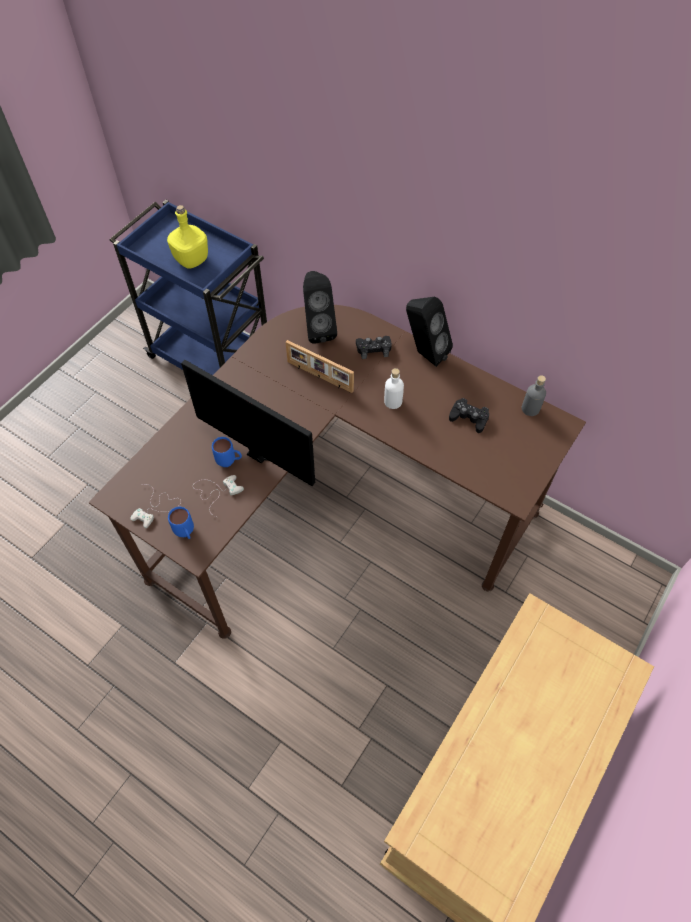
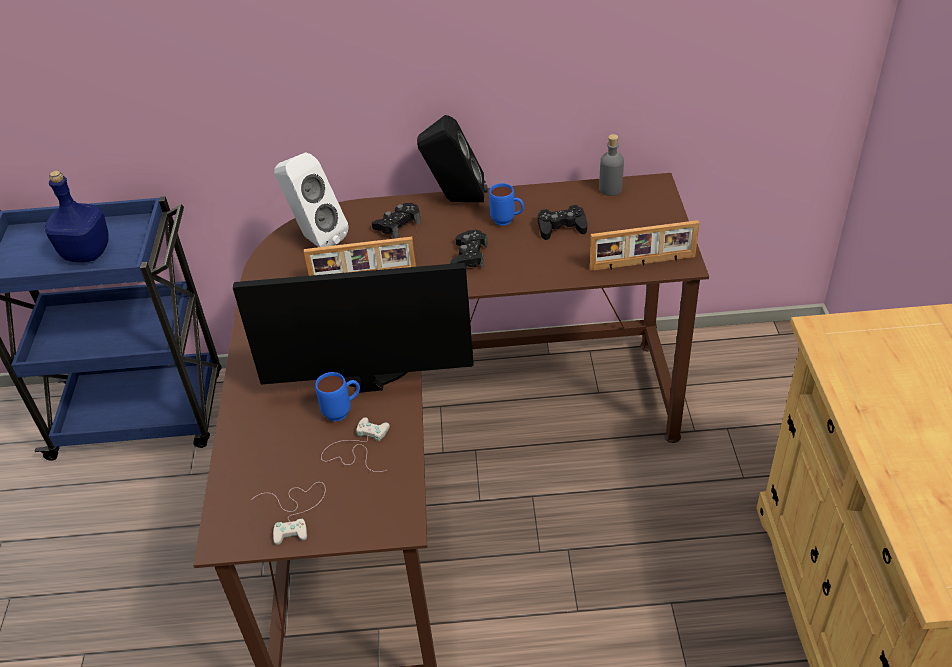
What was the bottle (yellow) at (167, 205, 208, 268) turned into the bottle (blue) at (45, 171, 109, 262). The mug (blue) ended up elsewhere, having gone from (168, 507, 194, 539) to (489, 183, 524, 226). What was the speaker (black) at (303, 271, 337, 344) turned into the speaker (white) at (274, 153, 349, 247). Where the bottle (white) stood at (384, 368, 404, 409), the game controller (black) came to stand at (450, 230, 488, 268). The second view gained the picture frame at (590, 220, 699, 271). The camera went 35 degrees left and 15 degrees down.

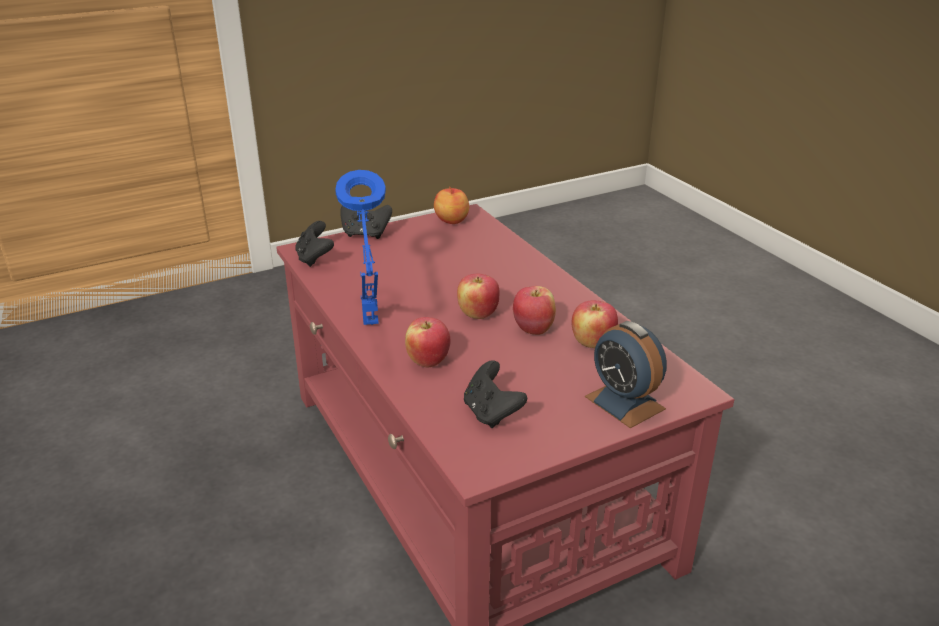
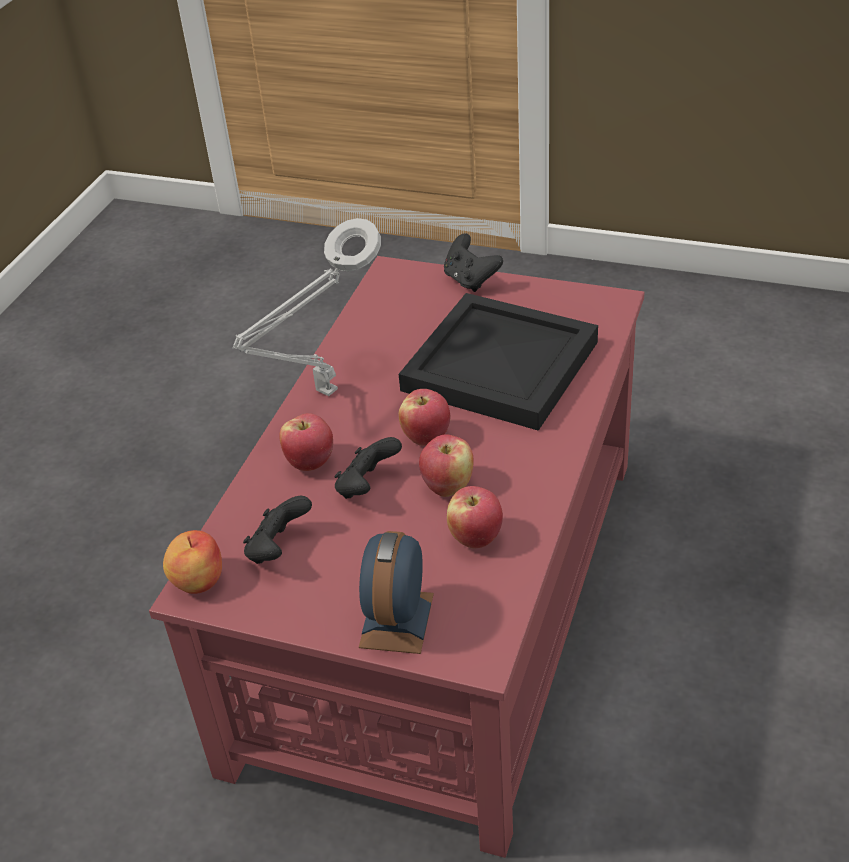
The game controller (black) ended up elsewhere, having gone from (295, 221, 334, 267) to (335, 437, 402, 499). What was the table lamp (blue) at (335, 170, 386, 325) turned into the table lamp (grey) at (232, 218, 381, 396). The apple ended up elsewhere, having gone from (434, 187, 469, 224) to (163, 530, 222, 594). The second view gained the tray (black) at (399, 293, 598, 431). The camera went 50 degrees right and 10 degrees up.

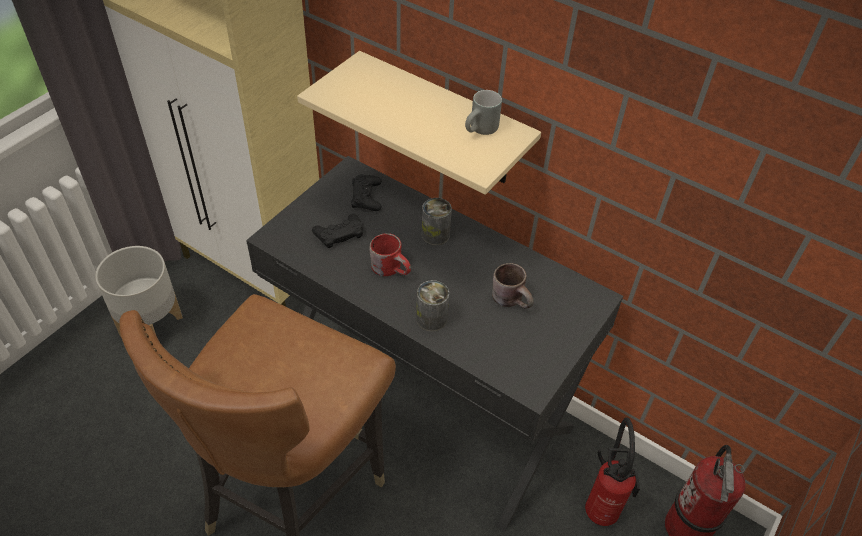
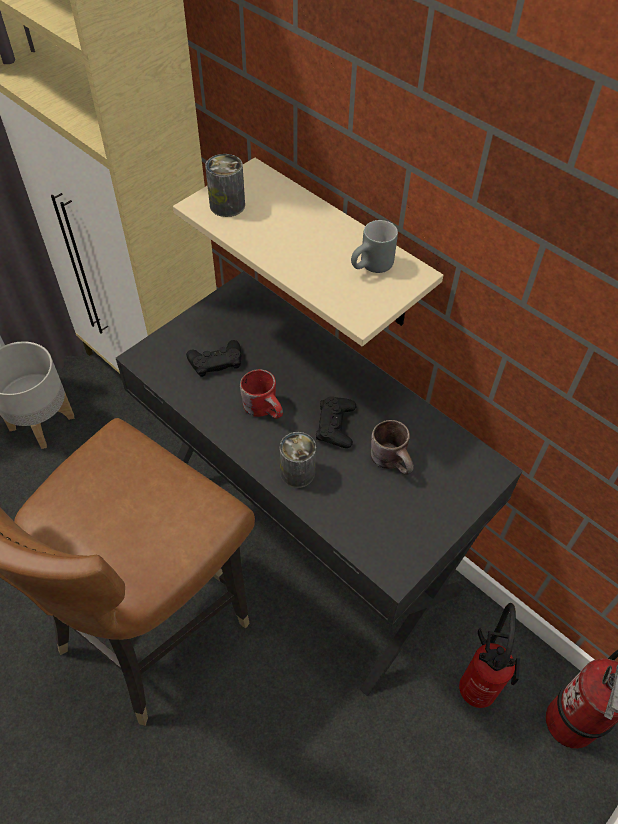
The game controller (black) ended up elsewhere, having gone from (351, 174, 382, 211) to (316, 396, 357, 448). The can ended up elsewhere, having gone from (421, 198, 452, 245) to (205, 154, 245, 217). The camera went 10 degrees right and 5 degrees up.

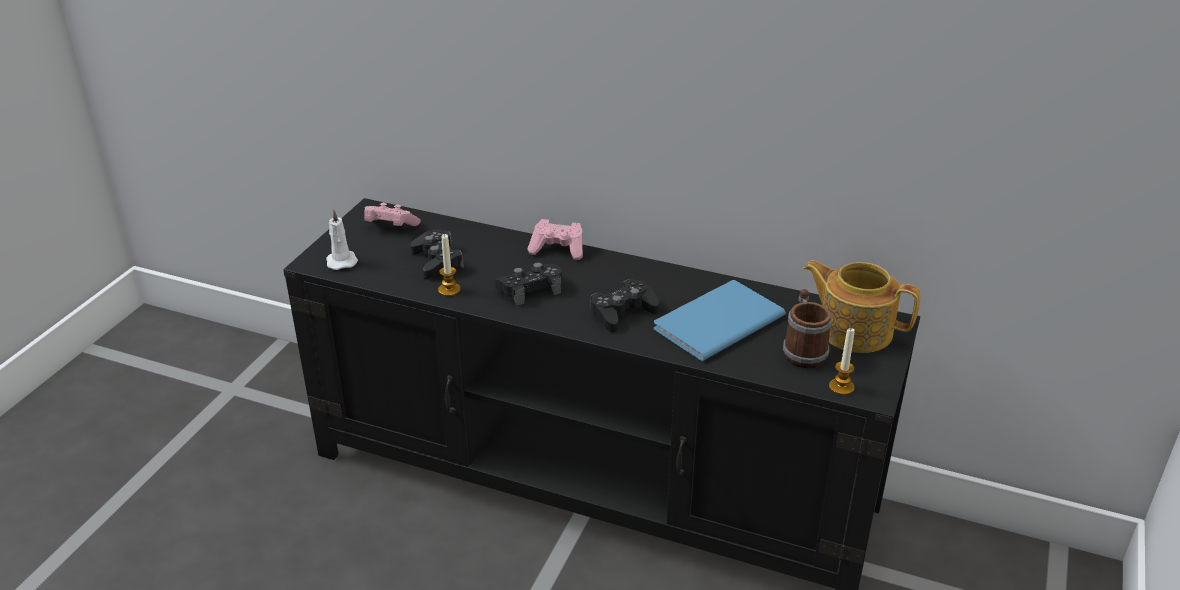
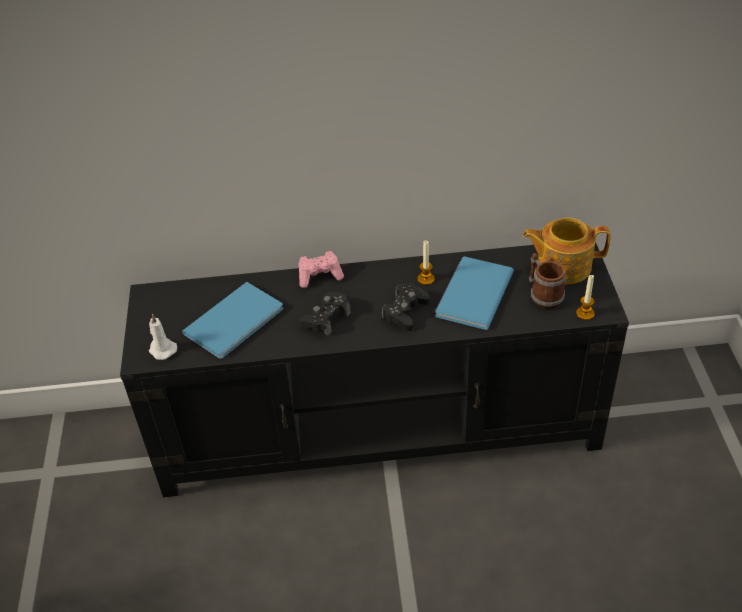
The second view lost the game controller (pink) at (364, 203, 421, 226). Where the game controller (black) stood at (410, 229, 464, 279), the book (blue) came to stand at (182, 282, 283, 359). The candle ended up elsewhere, having gone from (438, 234, 461, 296) to (418, 240, 435, 285). The camera went 25 degrees left and 10 degrees up.

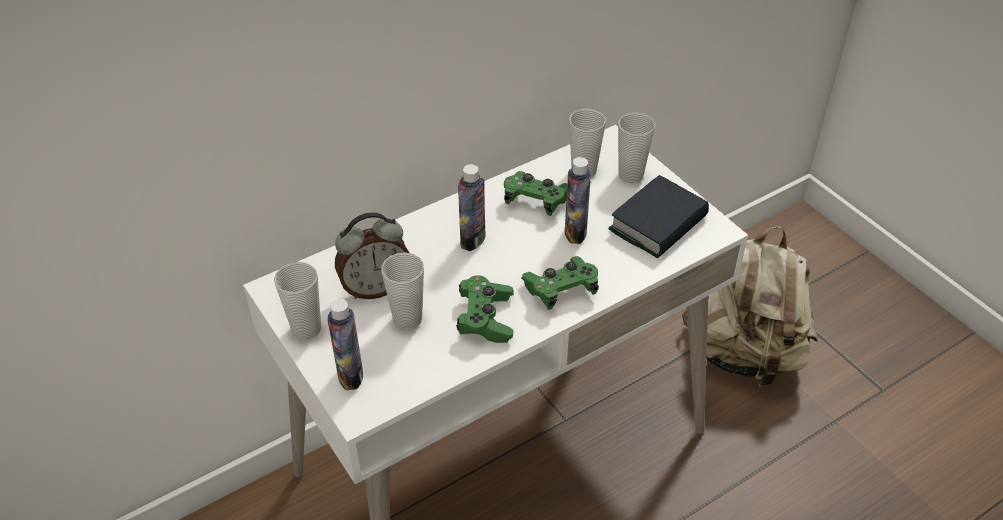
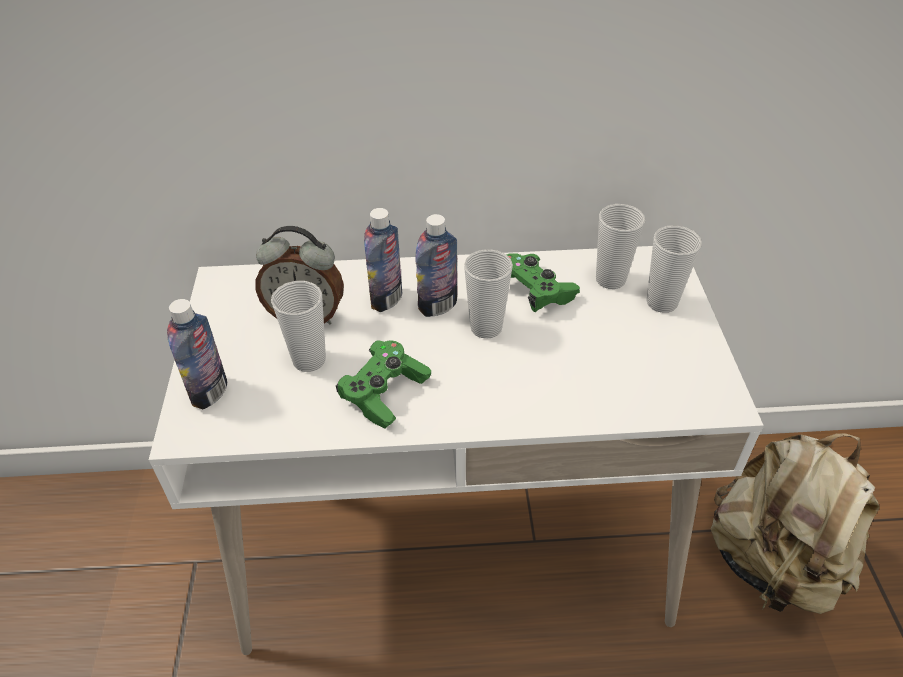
The cup ended up elsewhere, having gone from (274, 262, 321, 340) to (464, 249, 513, 339). The second view lost the game controller (green) at (521, 256, 599, 310). The bottle ended up elsewhere, having gone from (565, 157, 591, 244) to (364, 208, 402, 312). The second view lost the book at (608, 175, 709, 258). The camera went 30 degrees right and 0 degrees up.

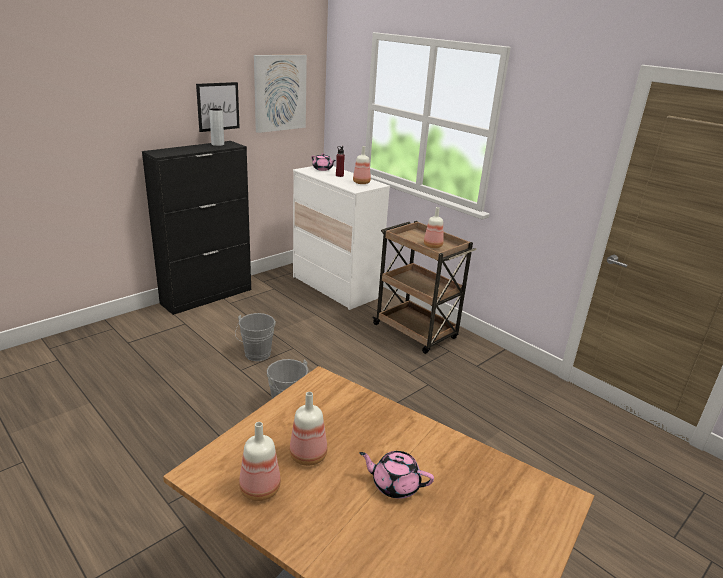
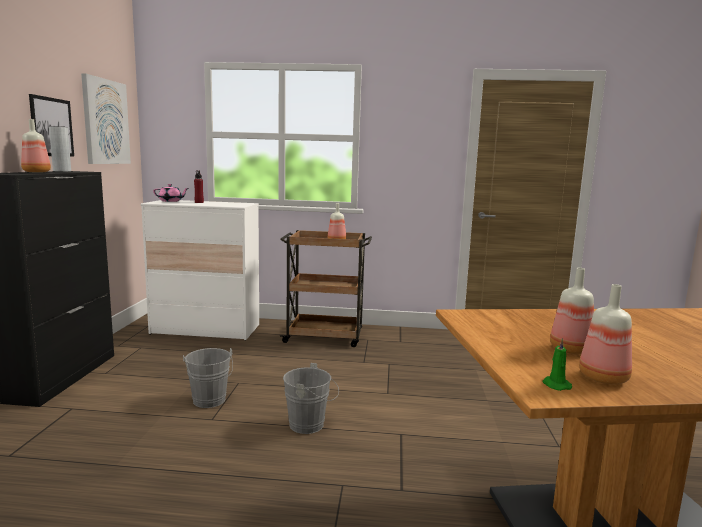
The bottle ended up elsewhere, having gone from (353, 146, 371, 184) to (21, 119, 51, 173). The second view lost the teapot (pink) at (359, 451, 434, 499). The second view gained the candle (green) at (542, 338, 572, 391). The camera went 40 degrees left and 15 degrees down.

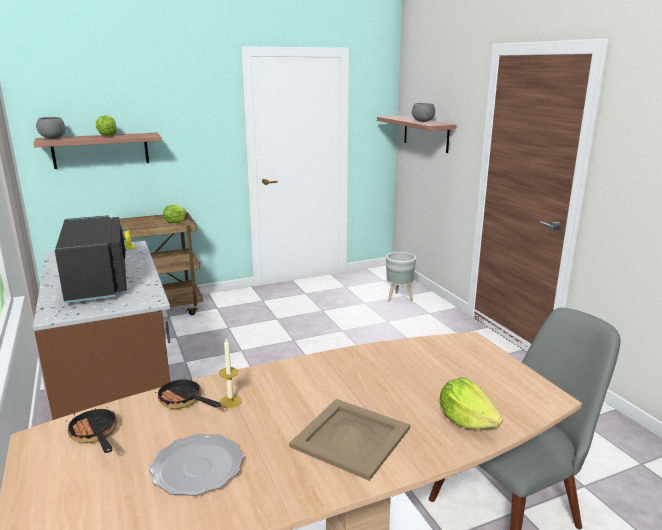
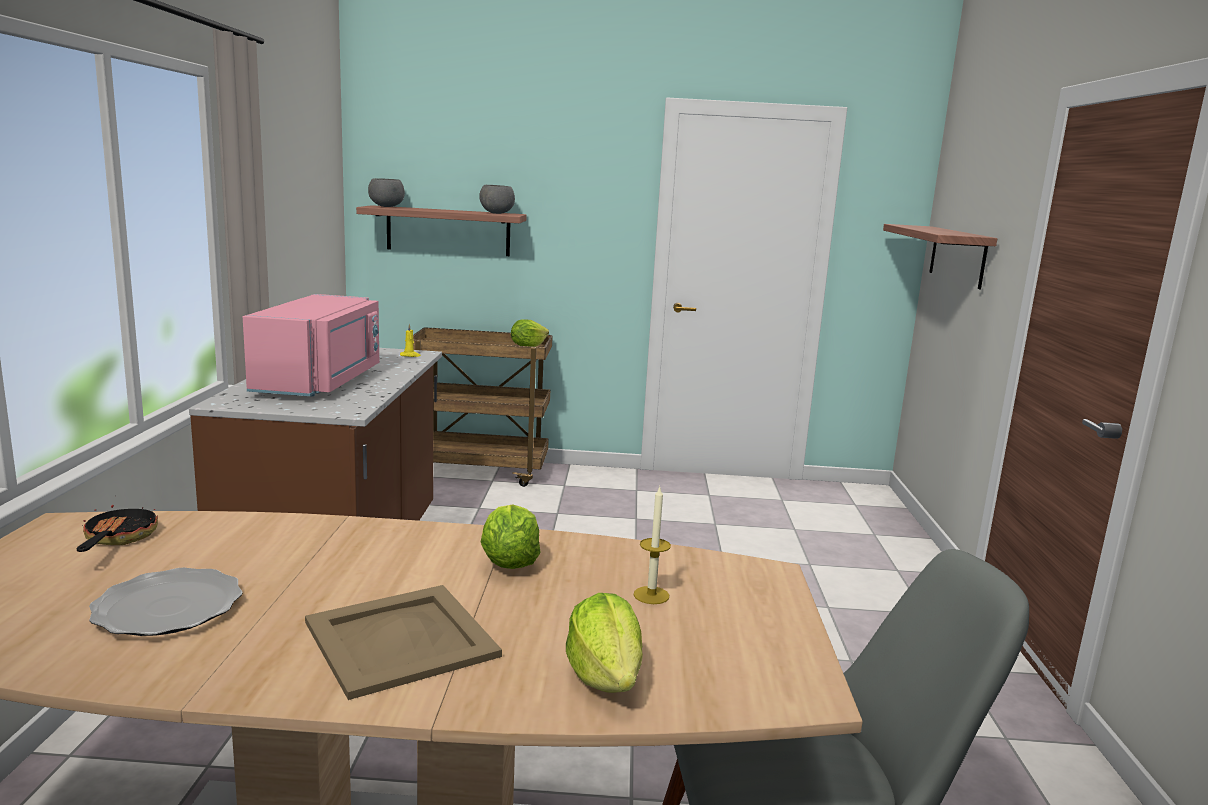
What was the microwave (black) at (55, 215, 127, 303) turned into the microwave (pink) at (243, 294, 379, 397). The lettuce ended up elsewhere, having gone from (96, 115, 117, 136) to (481, 504, 541, 569). The second view lost the frying pan at (155, 377, 221, 409). The candle ended up elsewhere, having gone from (219, 339, 242, 408) to (634, 487, 671, 604). The second view lost the planter (grey) at (386, 252, 416, 302). The bowl (grey) ended up elsewhere, having gone from (412, 103, 435, 122) to (479, 185, 515, 214). The camera went 25 degrees right and 5 degrees down.

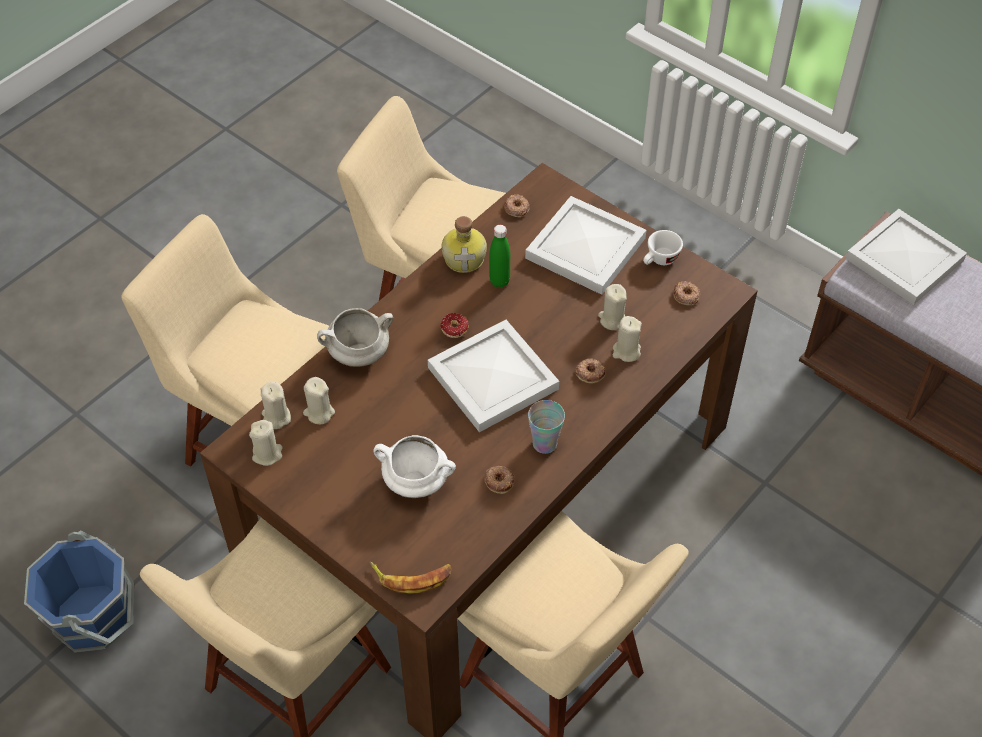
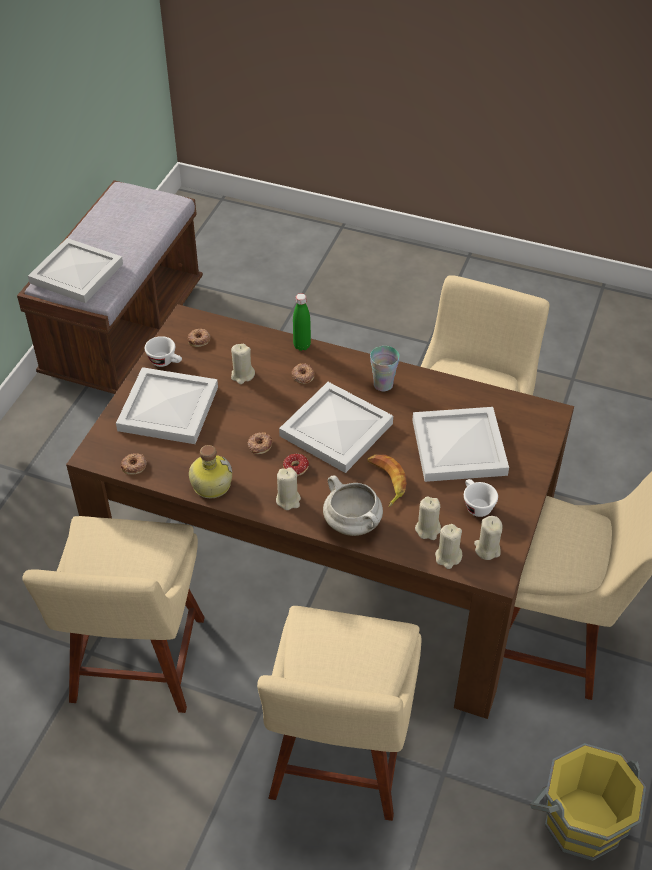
What was the bucket (blue) at (24, 530, 134, 653) turned into the bucket (yellow) at (530, 743, 646, 861). The banana ended up elsewhere, having gone from (370, 561, 451, 594) to (368, 454, 406, 507). Where the cooking pot (white) stood at (373, 435, 456, 498), the tray (white) came to stand at (412, 407, 509, 482). The donut ended up elsewhere, having gone from (485, 466, 514, 494) to (248, 432, 272, 454). The bottle (green) ended up elsewhere, having gone from (489, 225, 510, 288) to (293, 293, 311, 351). The candle (beige) ended up elsewhere, having gone from (613, 316, 642, 362) to (276, 467, 301, 510). The second view gained the cup (white) at (464, 479, 498, 517). The camera went 110 degrees left and 5 degrees down.

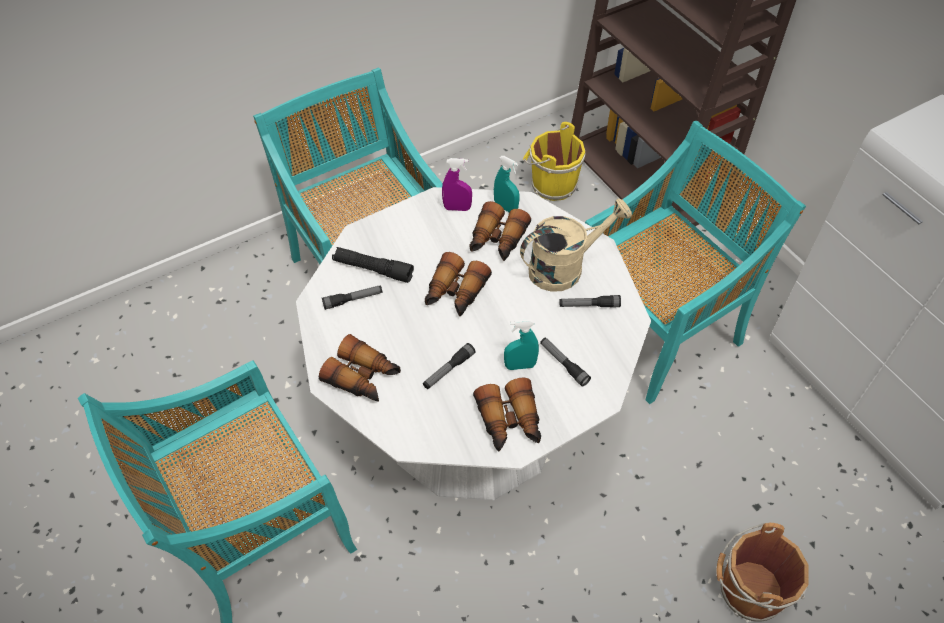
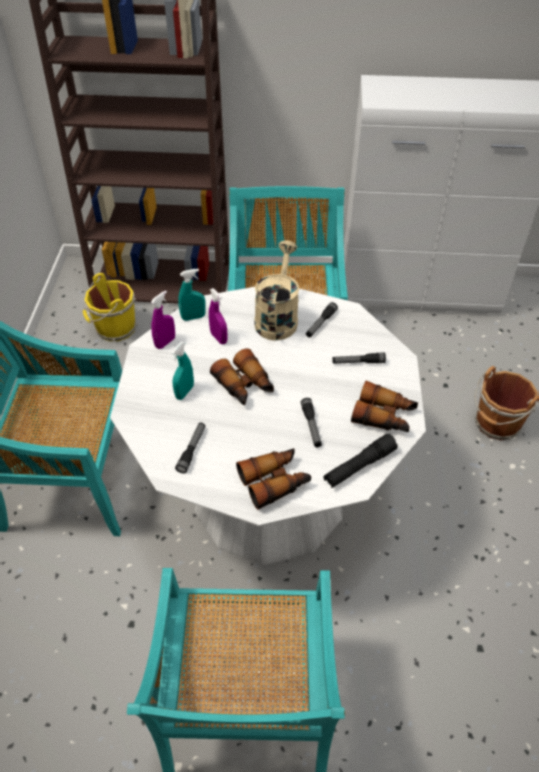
The flashlight (black) ended up elsewhere, having gone from (332, 247, 414, 283) to (323, 434, 398, 488). Where the binoculars stood at (470, 201, 531, 261), the spray bottle (purple) came to stand at (209, 288, 228, 344). The spray bottle (turquoise) ended up elsewhere, having gone from (504, 319, 539, 370) to (171, 342, 194, 400). The camera went 55 degrees left and 5 degrees down.

